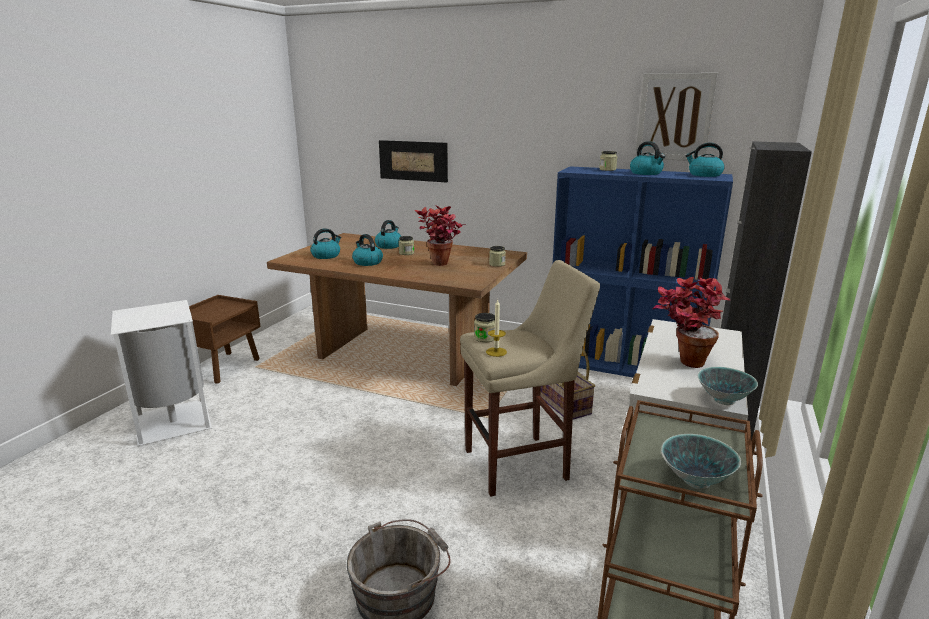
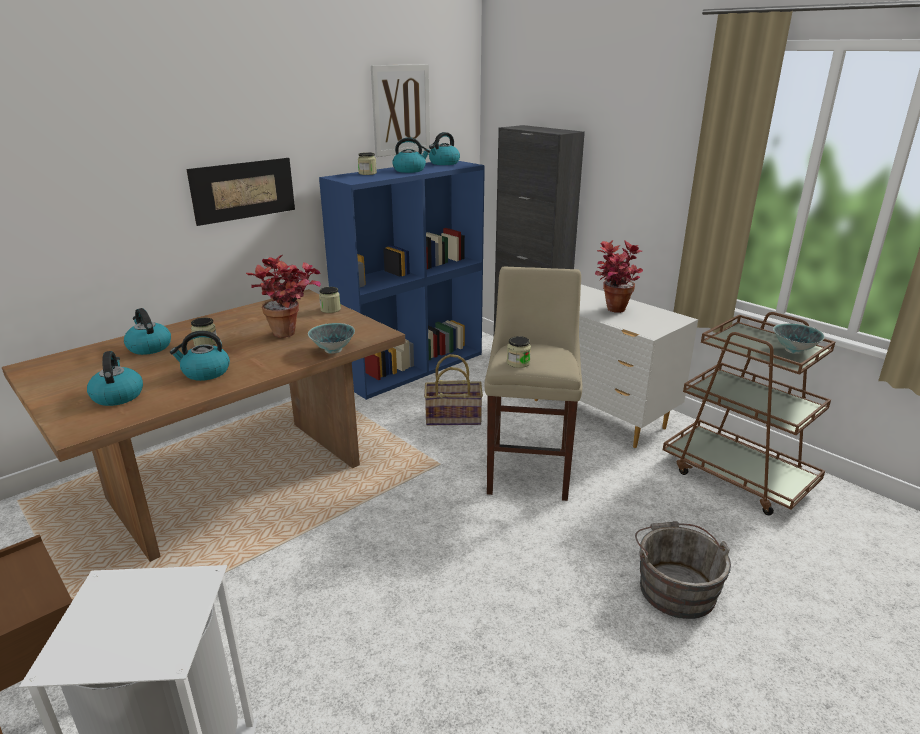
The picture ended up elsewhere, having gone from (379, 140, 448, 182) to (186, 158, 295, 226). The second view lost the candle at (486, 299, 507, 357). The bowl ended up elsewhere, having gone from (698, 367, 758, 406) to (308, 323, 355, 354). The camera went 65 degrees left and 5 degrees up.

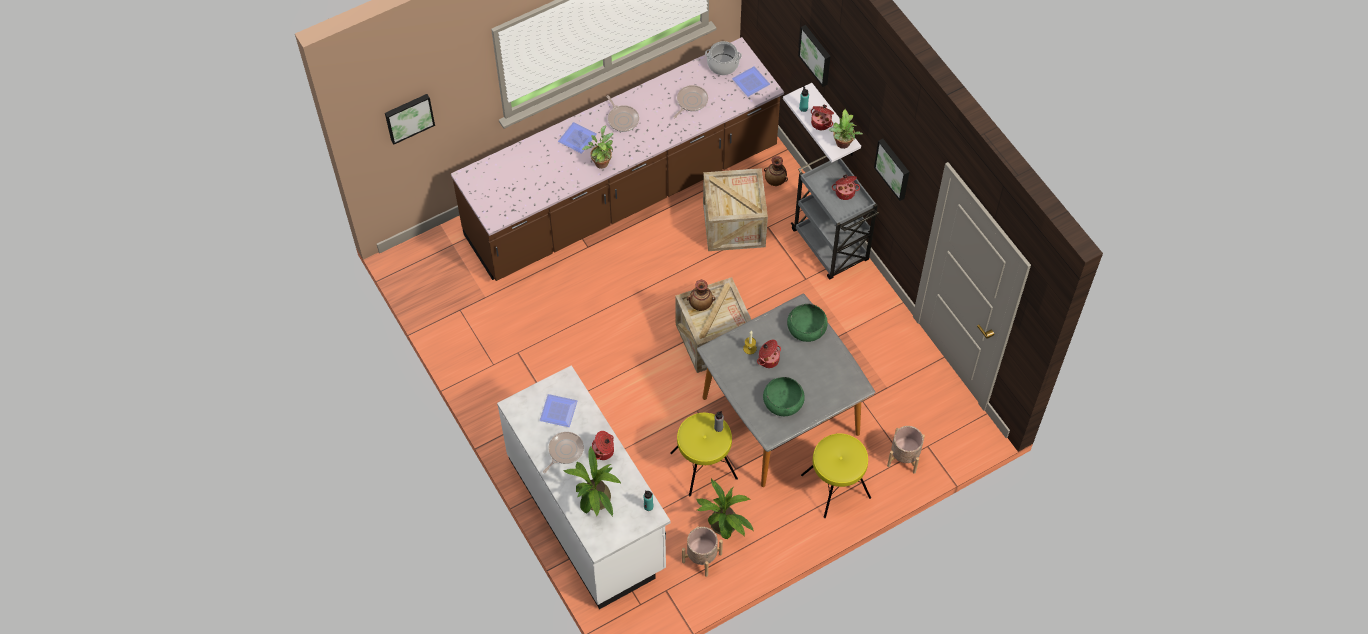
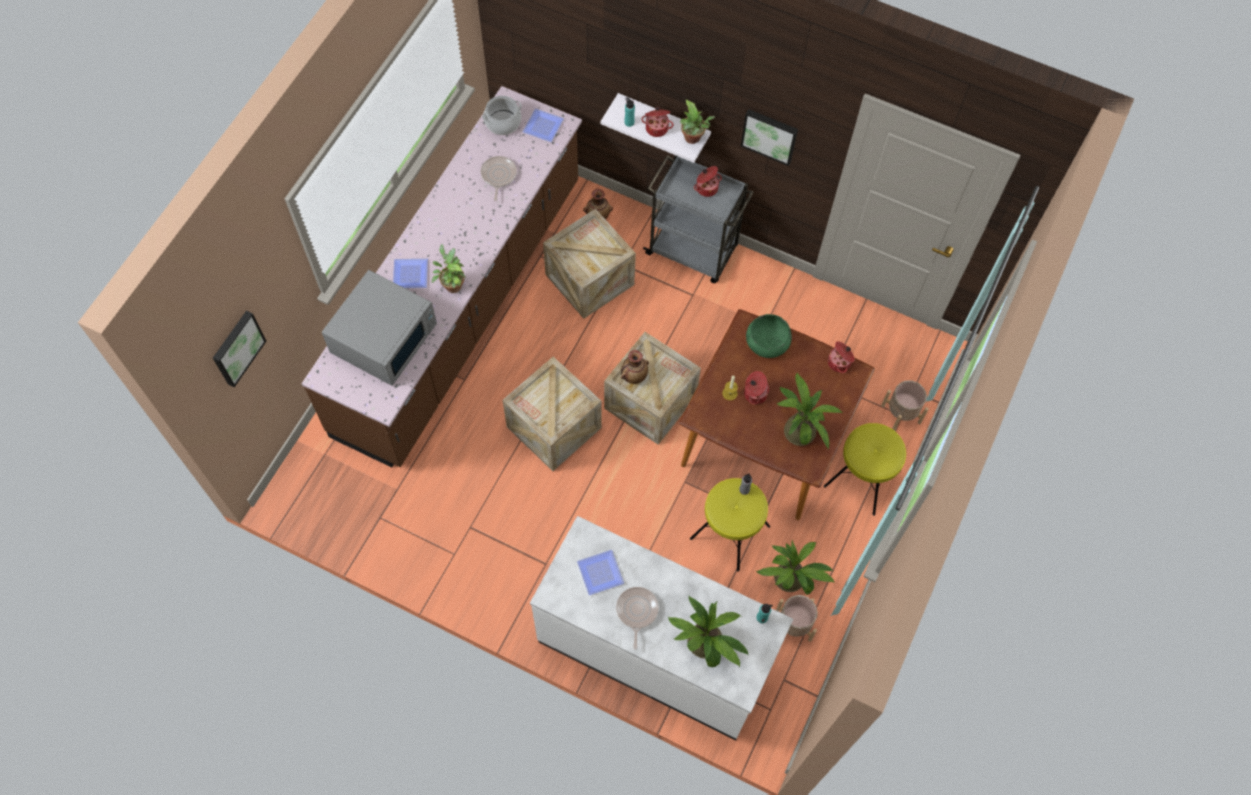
The cooking pot ended up elsewhere, having gone from (592, 431, 614, 460) to (828, 341, 855, 373). The second view lost the frying pan at (606, 95, 639, 132). What was the dining table (grey) at (697, 294, 875, 487) turned into the dining table (brown) at (679, 309, 875, 520). Where the bowl (green) stood at (763, 377, 805, 416), the potted plant came to stand at (777, 372, 842, 449). The second view lost the picture at (798, 25, 831, 87). The second view gained the microwave (grey) at (322, 270, 437, 386). The second view gained the crate at (502, 357, 602, 471). The camera went 35 degrees left and 5 degrees up.

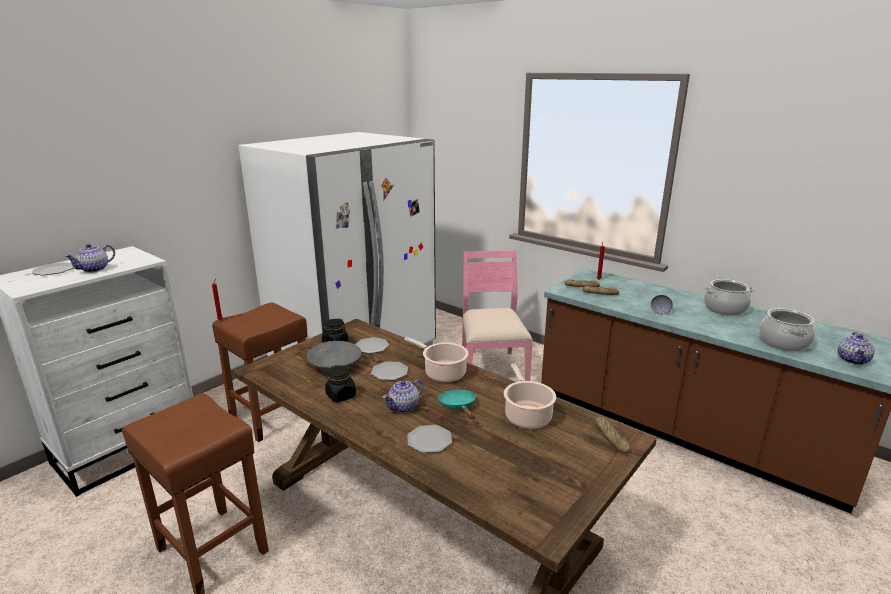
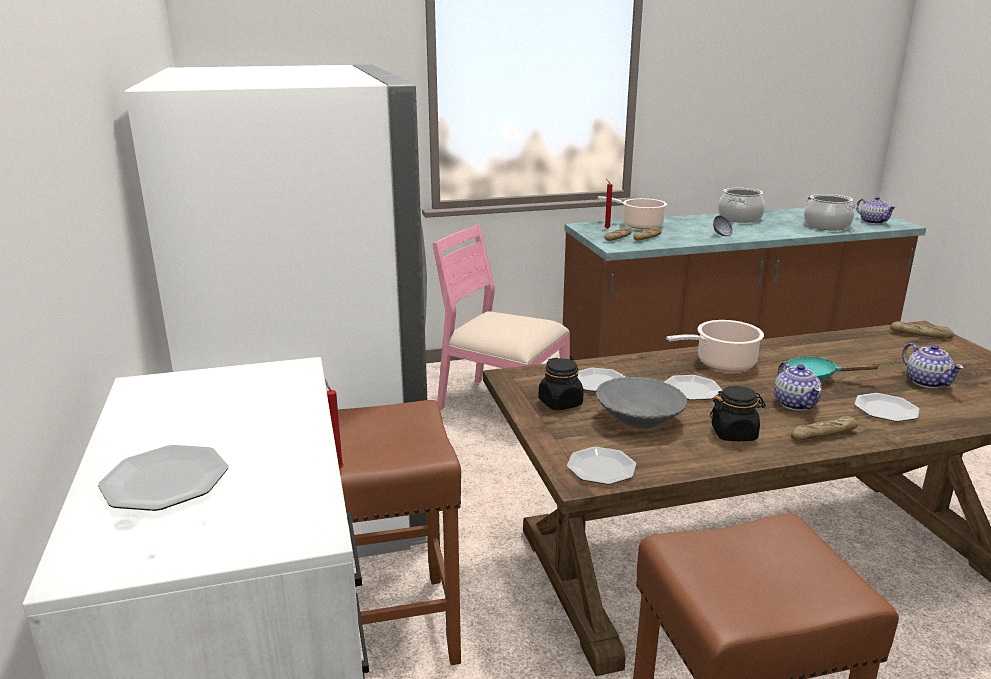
The teapot ended up elsewhere, having gone from (65, 244, 115, 273) to (902, 343, 964, 388). The cooking pot ended up elsewhere, having gone from (504, 364, 556, 429) to (598, 196, 667, 229). The second view gained the plate at (567, 447, 636, 485). The second view gained the bread at (791, 416, 858, 441). The camera went 55 degrees left and 0 degrees up.

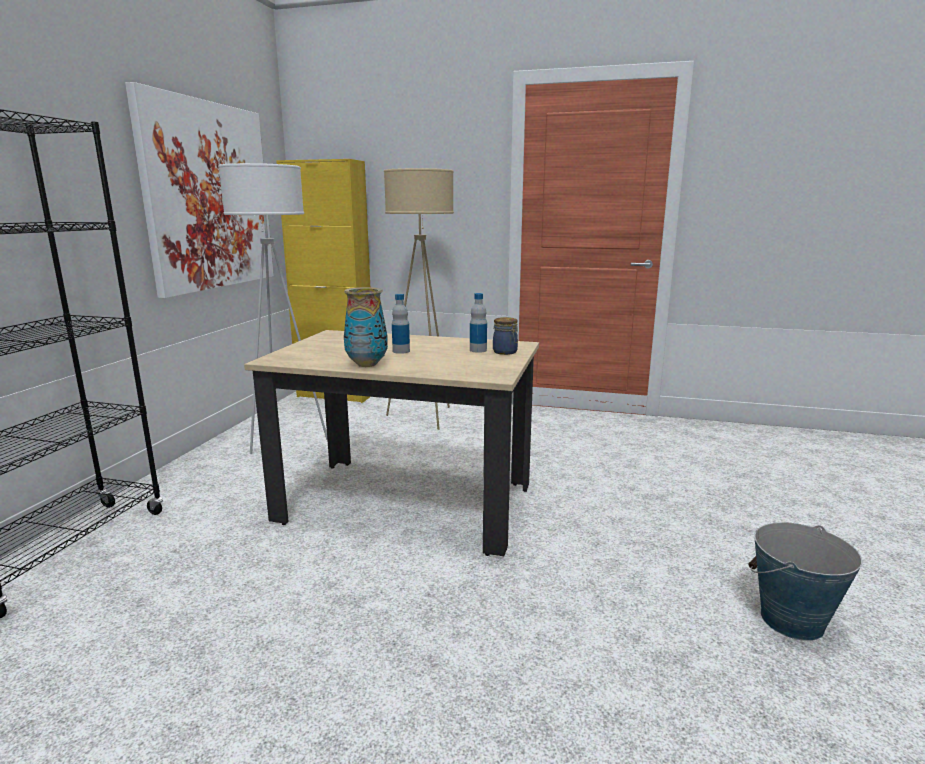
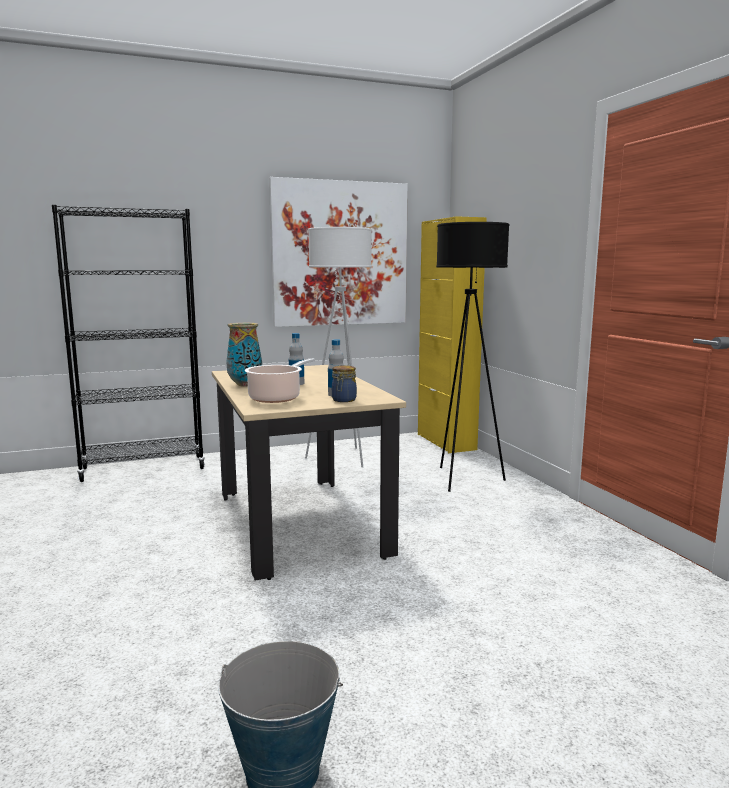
What was the floor lamp (beige) at (384, 168, 454, 430) turned into the floor lamp (black) at (436, 222, 509, 492). The second view gained the cooking pot at (245, 358, 315, 403). The camera went 55 degrees right and 5 degrees down.

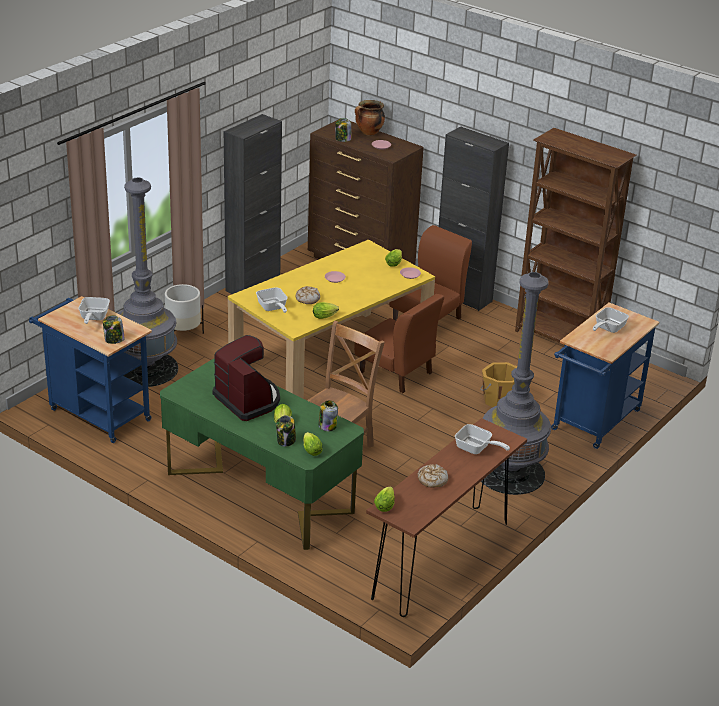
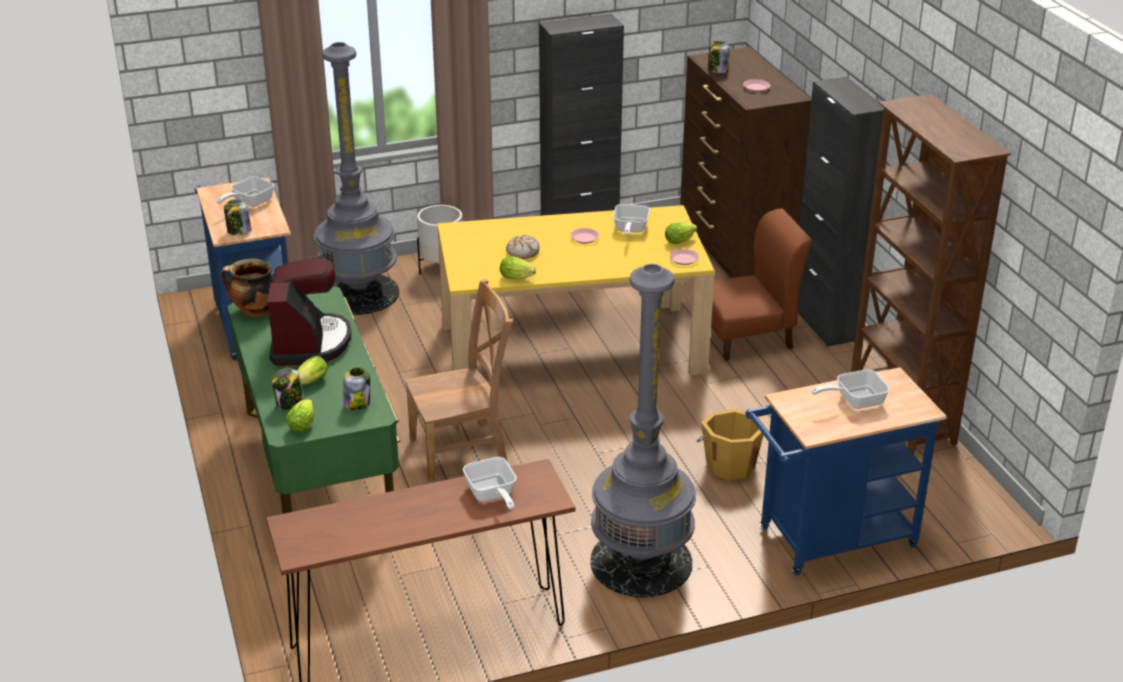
The frying pan ended up elsewhere, having gone from (256, 287, 288, 313) to (613, 204, 650, 235). The second view lost the chair (brown) at (354, 294, 444, 393). The cooking pot ended up elsewhere, having gone from (355, 100, 385, 135) to (221, 259, 274, 317). The second view lost the lettuce at (374, 487, 395, 512). The second view lost the bread at (418, 464, 448, 487). The camera went 35 degrees right and 0 degrees up.

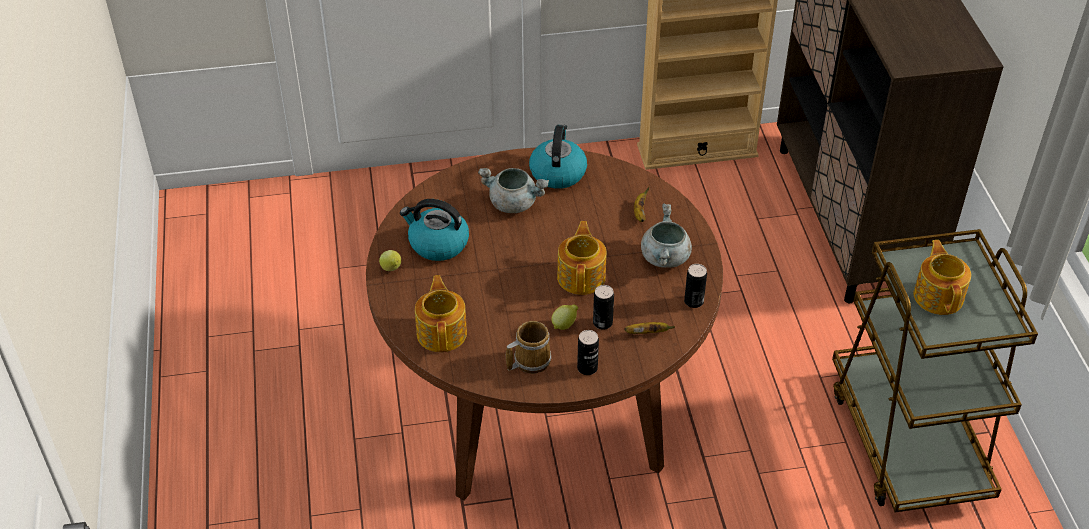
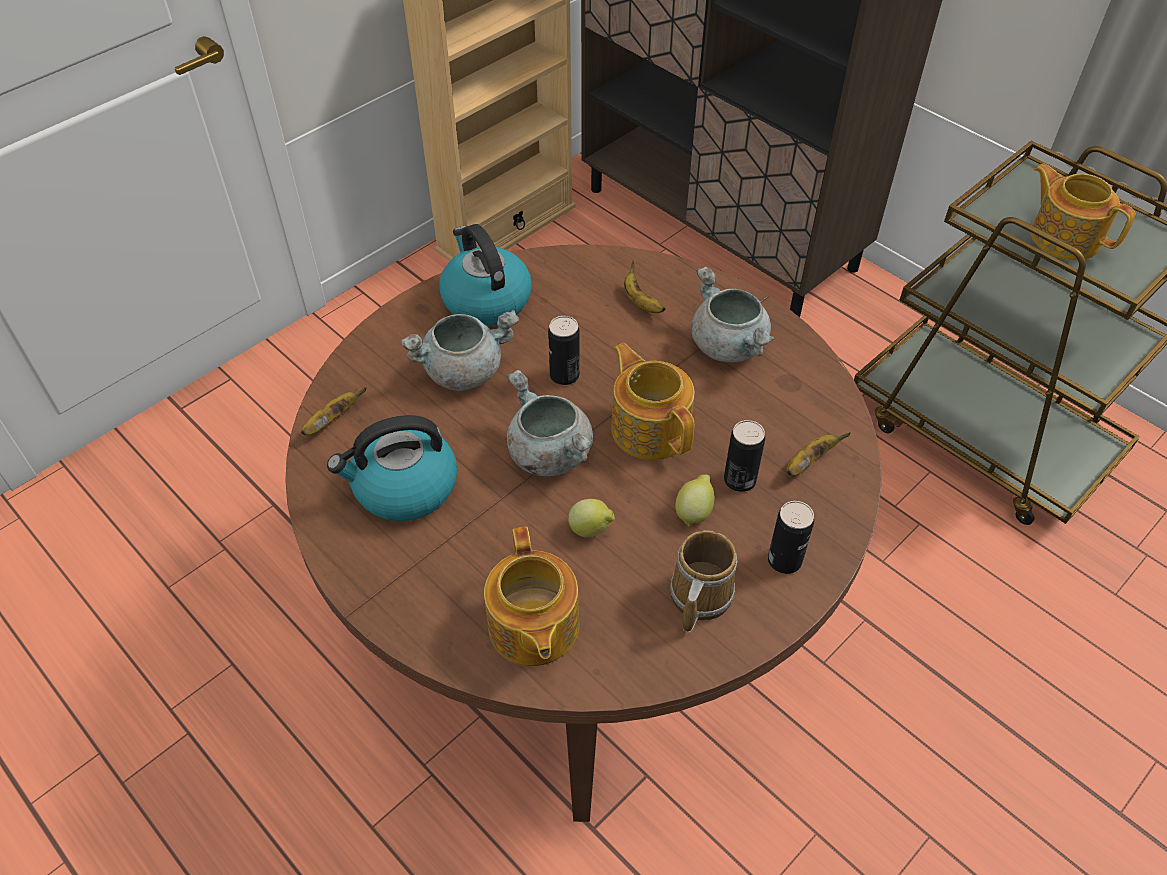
The lemon ended up elsewhere, having gone from (379, 250, 401, 271) to (568, 499, 615, 537). The teapot at (415, 275, 467, 352) ended up facing another way, 150 degrees counterclockwise from before. The can ended up elsewhere, having gone from (684, 264, 707, 308) to (548, 316, 580, 385). The second view gained the banana at (301, 387, 367, 435). The second view gained the cooking pot (grey) at (507, 370, 594, 476). The camera went 35 degrees left and 5 degrees up.

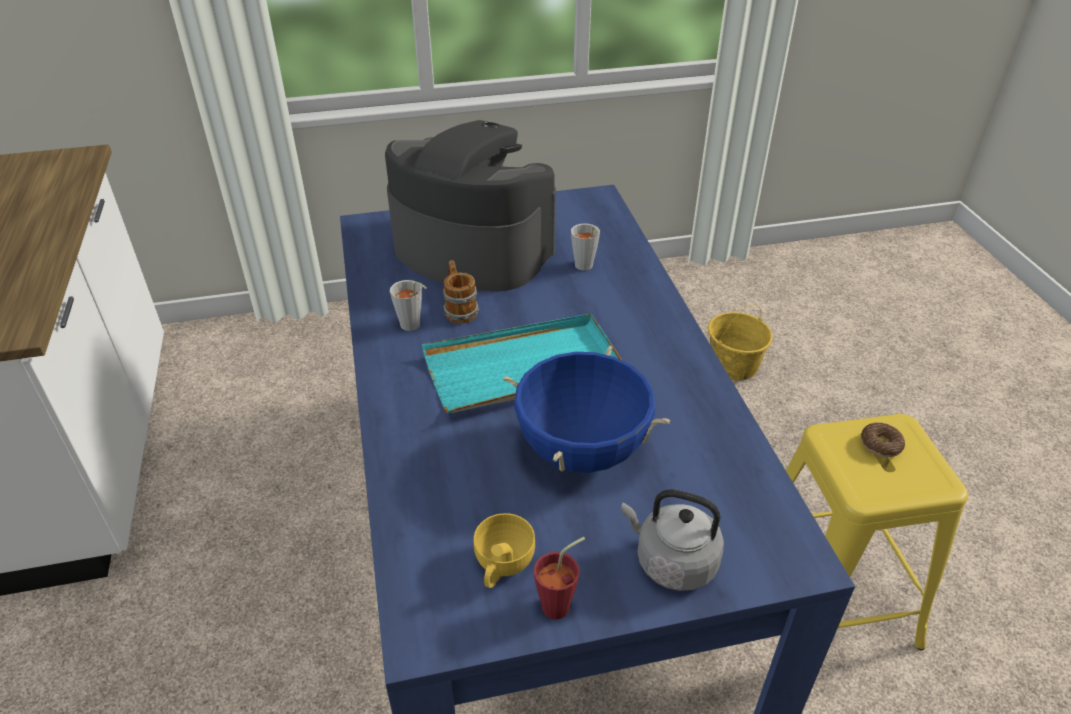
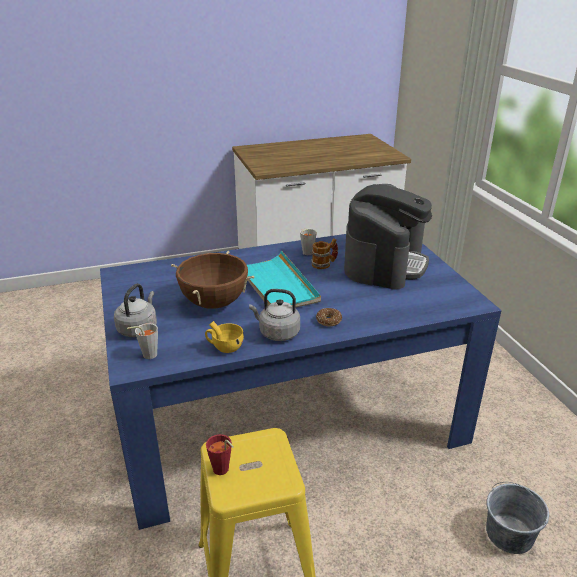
The cup (yellow) ended up elsewhere, having gone from (474, 513, 535, 588) to (205, 321, 244, 353). What was the cooking pot (blue) at (503, 345, 671, 473) turned into the cooking pot (brown) at (171, 251, 255, 309). The cup (red) ended up elsewhere, having gone from (534, 537, 585, 619) to (206, 434, 234, 475). The cup (grey) ended up elsewhere, having gone from (571, 223, 600, 271) to (127, 323, 158, 359). What was the bucket (yellow) at (708, 304, 773, 381) turned into the bucket (grey) at (486, 482, 549, 554). The donut ended up elsewhere, having gone from (861, 422, 905, 457) to (316, 308, 342, 326). The second view gained the kettle (grey) at (249, 289, 300, 341). The camera went 85 degrees right and 10 degrees down.

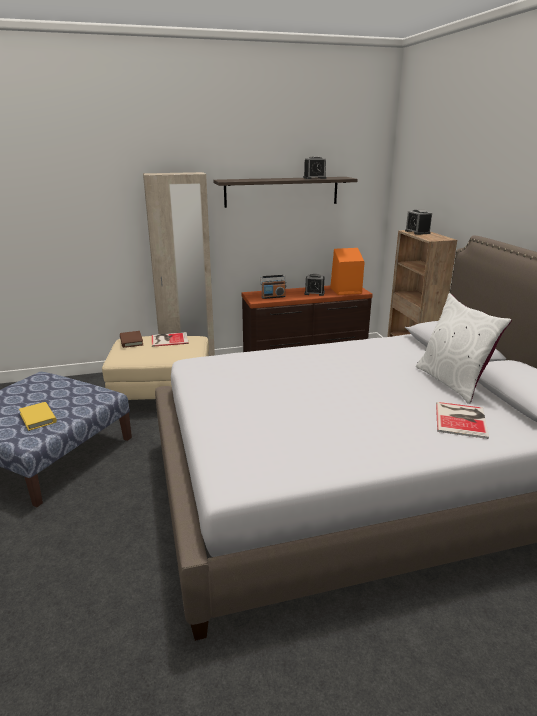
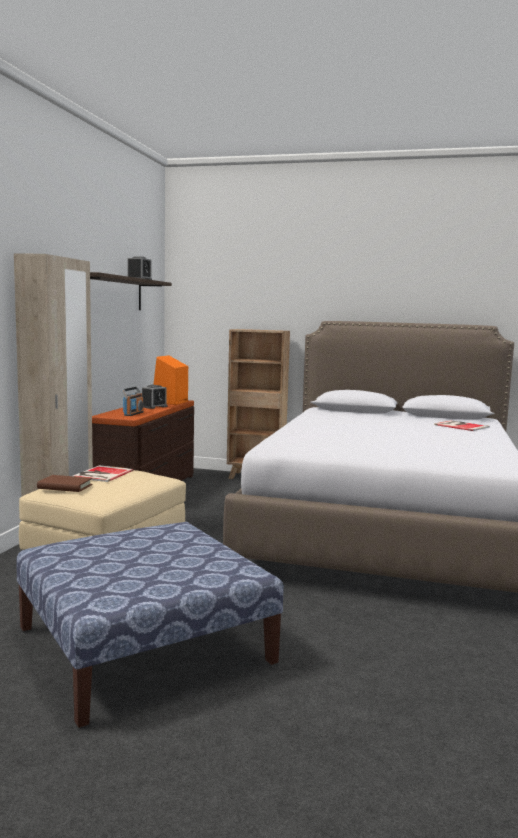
The second view lost the book (yellow) at (19, 402, 57, 431). The second view lost the alarm clock at (405, 209, 432, 235). The second view lost the pillow (white) at (416, 293, 512, 404). The camera went 60 degrees left and 15 degrees down.

